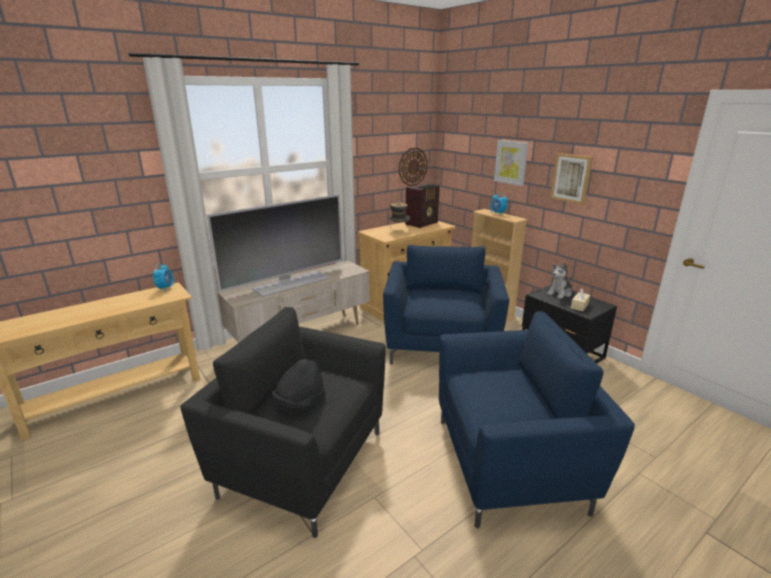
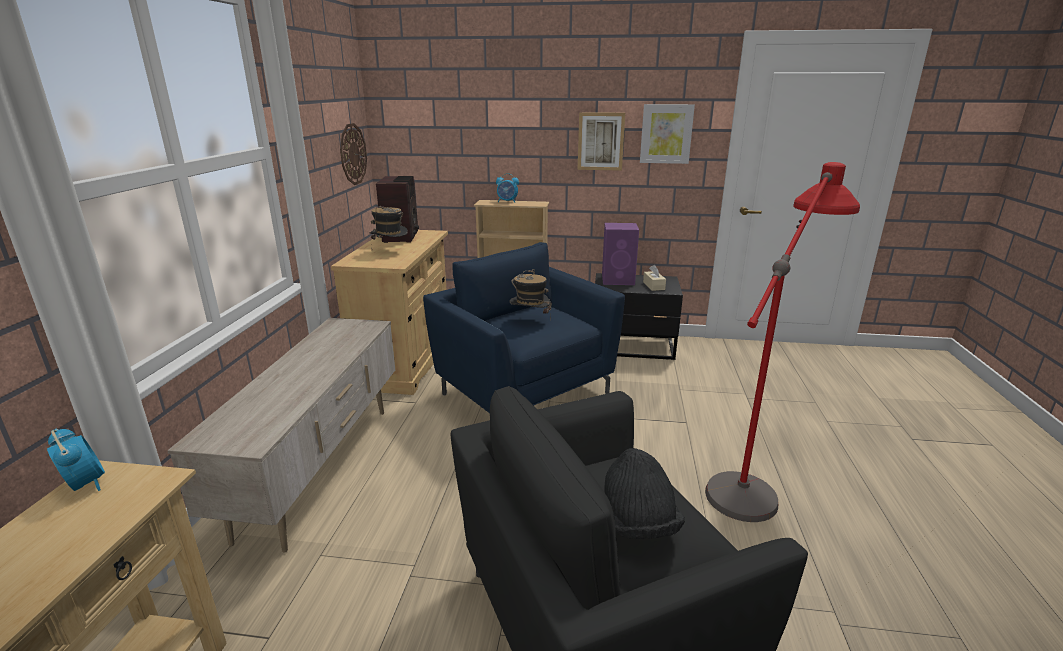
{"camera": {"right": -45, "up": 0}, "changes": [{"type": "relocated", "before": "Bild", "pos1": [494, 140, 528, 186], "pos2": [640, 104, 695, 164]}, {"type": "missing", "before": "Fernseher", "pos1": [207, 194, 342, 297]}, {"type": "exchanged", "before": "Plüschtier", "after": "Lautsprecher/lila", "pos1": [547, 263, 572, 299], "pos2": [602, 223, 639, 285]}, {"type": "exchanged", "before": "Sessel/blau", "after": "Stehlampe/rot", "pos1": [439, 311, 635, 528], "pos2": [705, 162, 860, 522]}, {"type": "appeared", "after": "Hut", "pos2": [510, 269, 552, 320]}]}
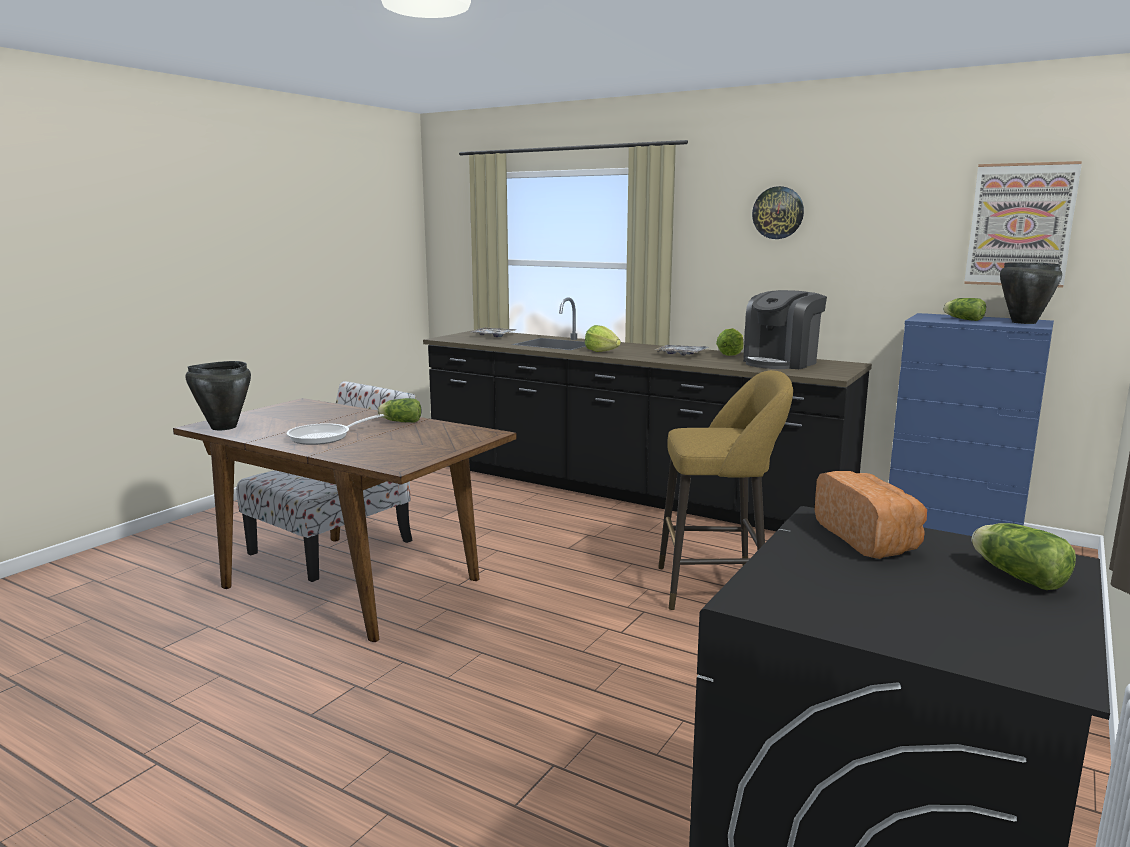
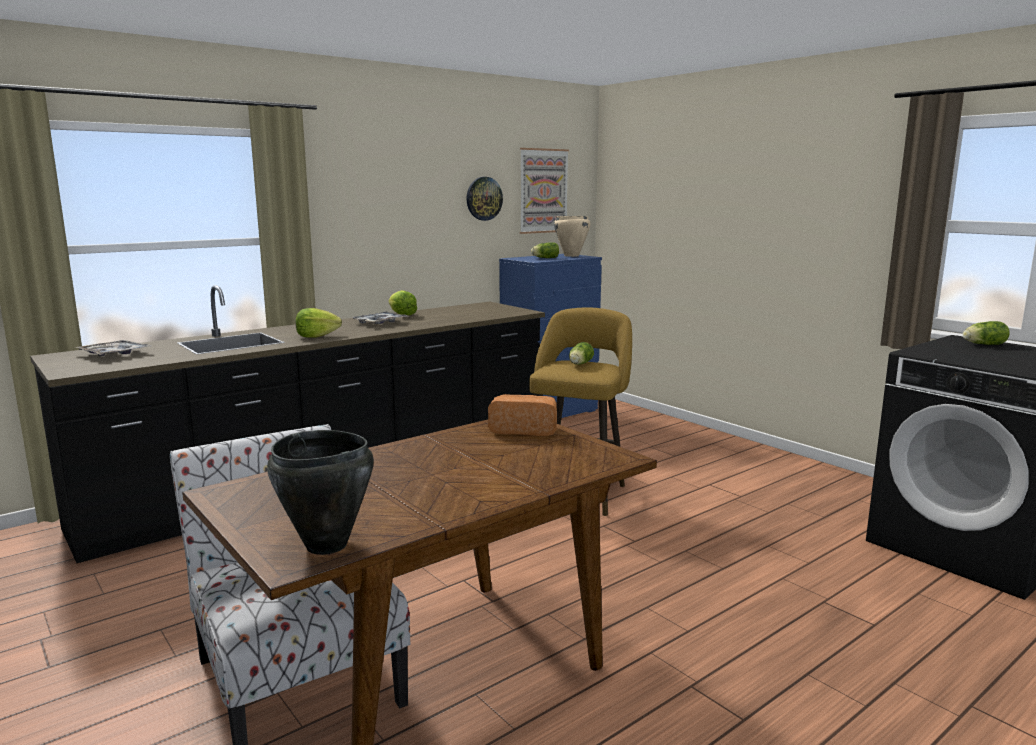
{"camera": {"right": -70, "up": 0}, "changes": [{"type": "relocated", "before": "Wanduhr", "pos1": [752, 186, 804, 239], "pos2": [467, 177, 503, 221]}, {"type": "colour", "before": "Kochtopf/schwarz", "after": "Kochtopf/beige", "pos1": [1000, 262, 1062, 324], "pos2": [554, 216, 591, 257]}, {"type": "missing", "before": "Kaffeemaschine", "pos1": [743, 290, 827, 369]}, {"type": "relocated", "before": "Salatkopf", "pos1": [377, 398, 421, 423], "pos2": [569, 342, 594, 365]}, {"type": "missing", "before": "Pfanne", "pos1": [287, 414, 384, 445]}, {"type": "relocated", "before": "Brot", "pos1": [815, 471, 927, 559], "pos2": [488, 394, 557, 436]}]}
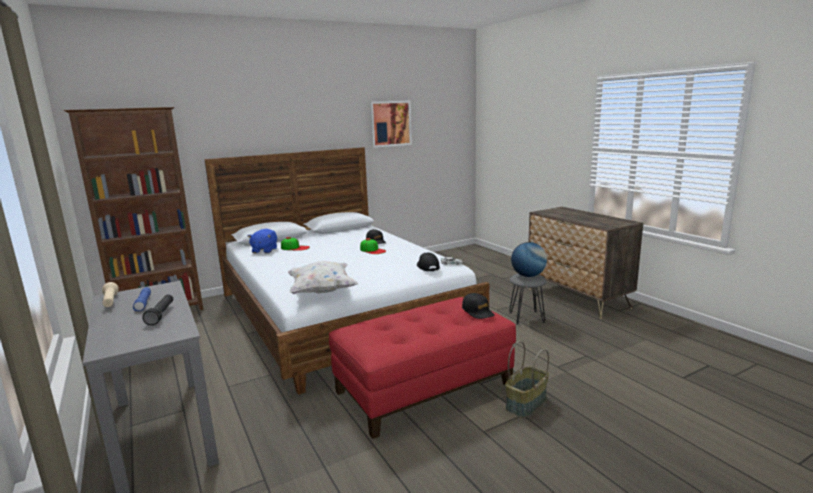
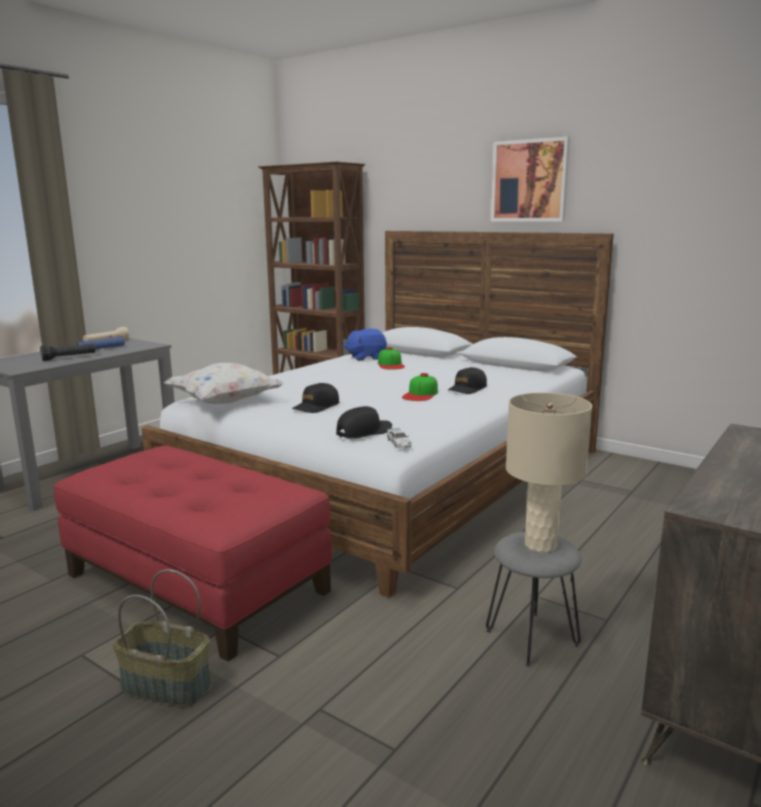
{"camera": {"right": 65, "up": 0}, "changes": [{"type": "relocated", "before": "Bild", "pos1": [370, 101, 412, 148], "pos2": [491, 136, 570, 222]}, {"type": "exchanged", "before": "Globus", "after": "Tischlampe/beige", "pos1": [511, 242, 547, 277], "pos2": [506, 393, 592, 553]}, {"type": "relocated", "before": "Kappe/schwarz", "pos1": [462, 293, 495, 319], "pos2": [292, 383, 339, 413]}]}
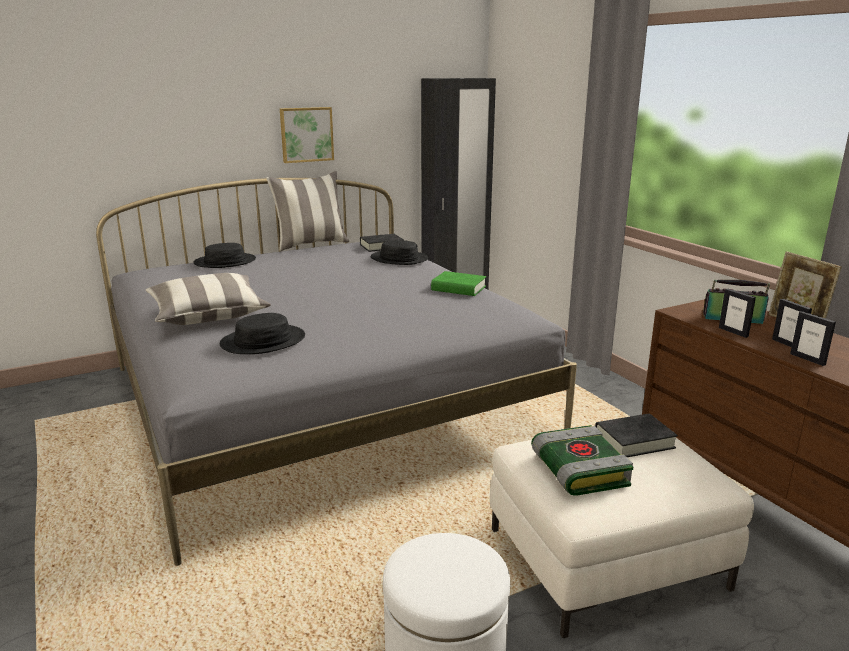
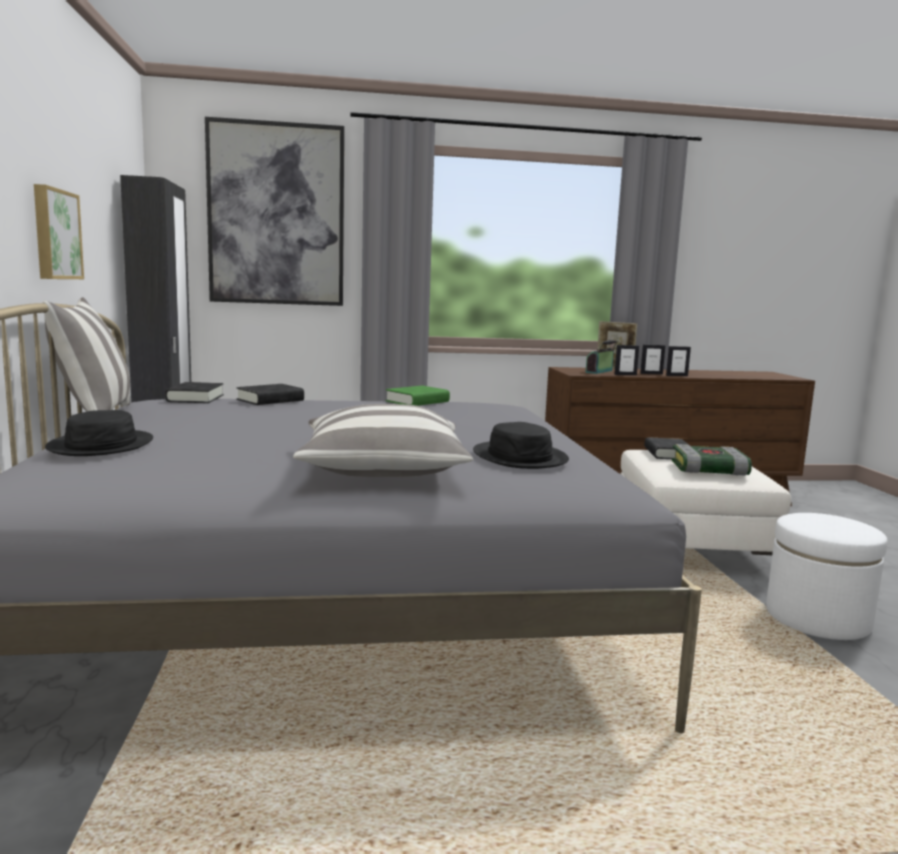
{"camera": {"right": -70, "up": -10}, "changes": [{"type": "exchanged", "before": "Hut/schwarz", "after": "Buch/schwarz", "pos1": [371, 240, 429, 265], "pos2": [236, 384, 304, 405]}, {"type": "appeared", "after": "Bild", "pos2": [205, 117, 344, 306]}]}
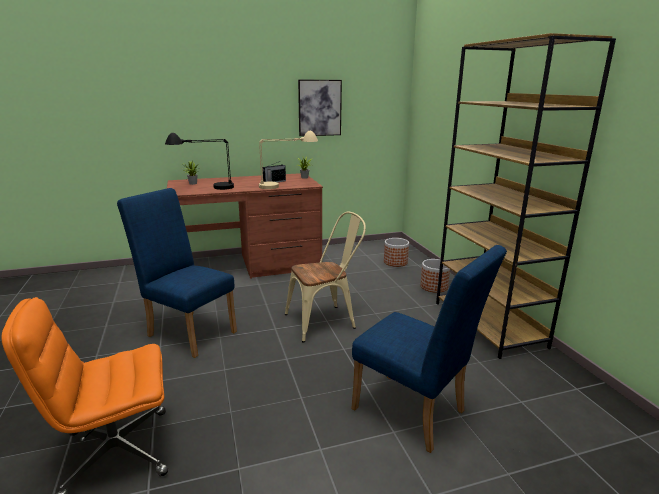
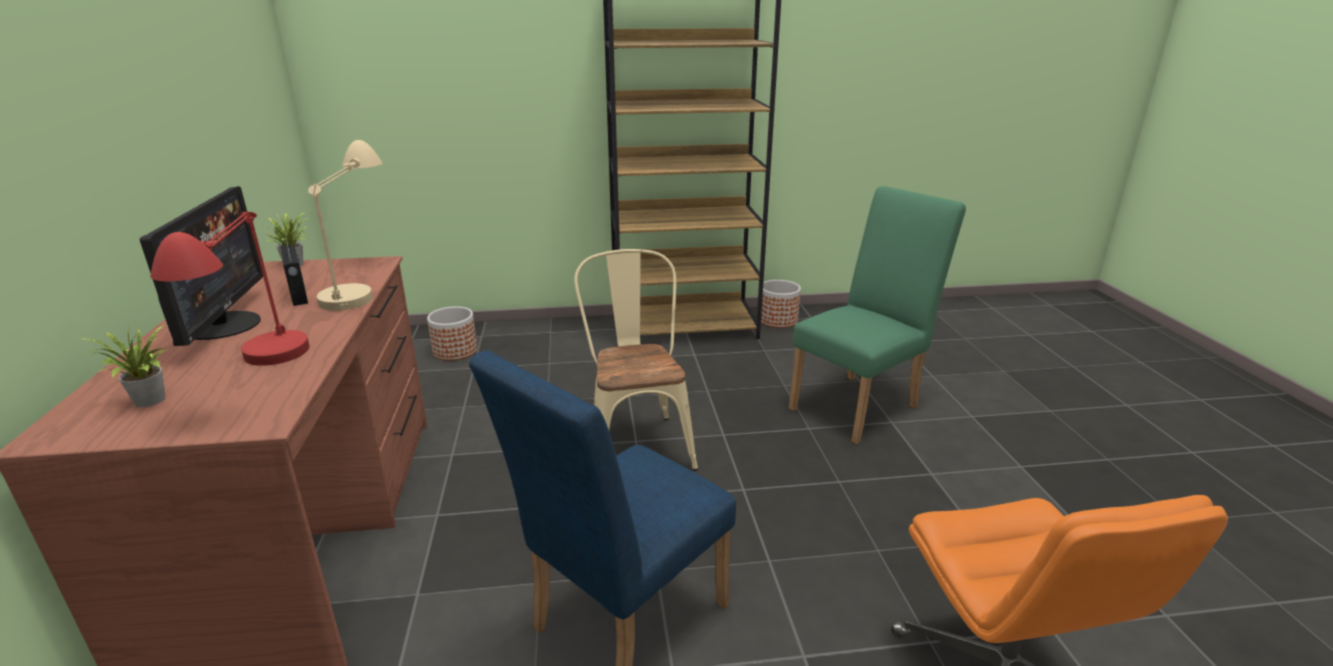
{"camera": {"right": -80, "up": 5}, "changes": [{"type": "missing", "before": "Bild", "pos1": [298, 80, 342, 136]}, {"type": "colour", "before": "Tischlampe/schwarz", "after": "Tischlampe/rot", "pos1": [165, 133, 234, 190], "pos2": [150, 211, 310, 366]}, {"type": "colour", "before": "Stuhl/blau", "after": "Stuhl/grün", "pos1": [351, 245, 507, 453], "pos2": [789, 186, 966, 444]}, {"type": "relocated", "before": "Pflanzkübel", "pos1": [420, 259, 450, 293], "pos2": [761, 280, 801, 328]}, {"type": "appeared", "after": "Monitor", "pos2": [140, 186, 263, 346]}]}
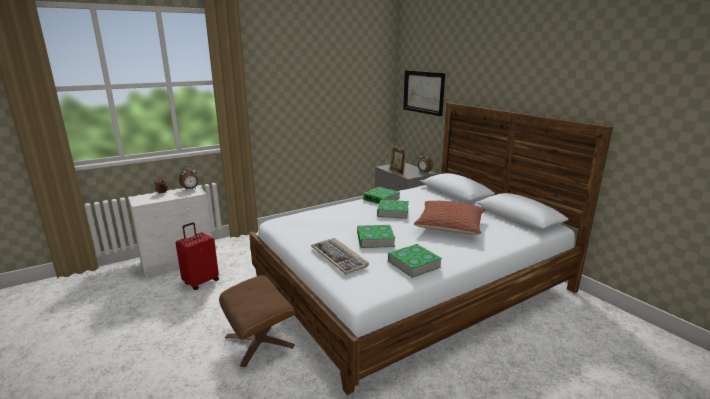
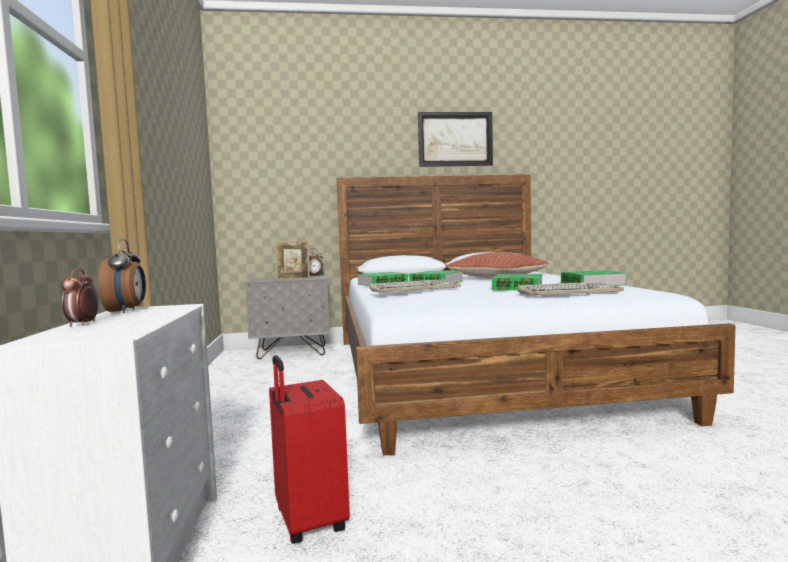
{"camera": {"right": -65, "up": -15}, "changes": [{"type": "relocated", "before": "Bild", "pos1": [403, 70, 445, 116], "pos2": [418, 112, 493, 167]}, {"type": "missing", "before": "Polsterhocker/braun", "pos1": [219, 275, 295, 367]}, {"type": "appeared", "after": "Tastatur", "pos2": [369, 279, 461, 293]}]}
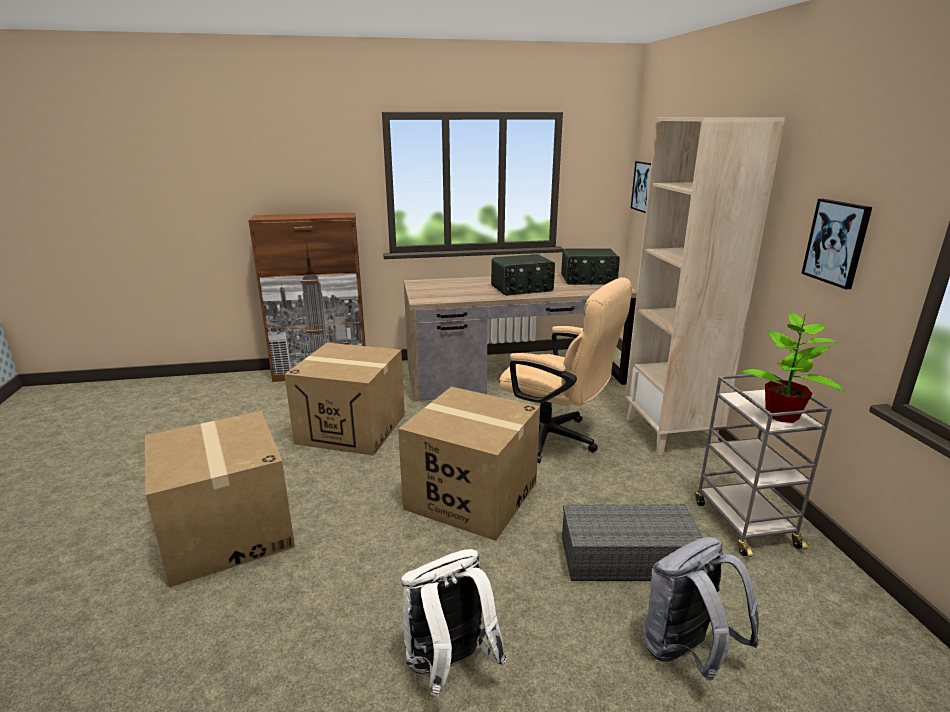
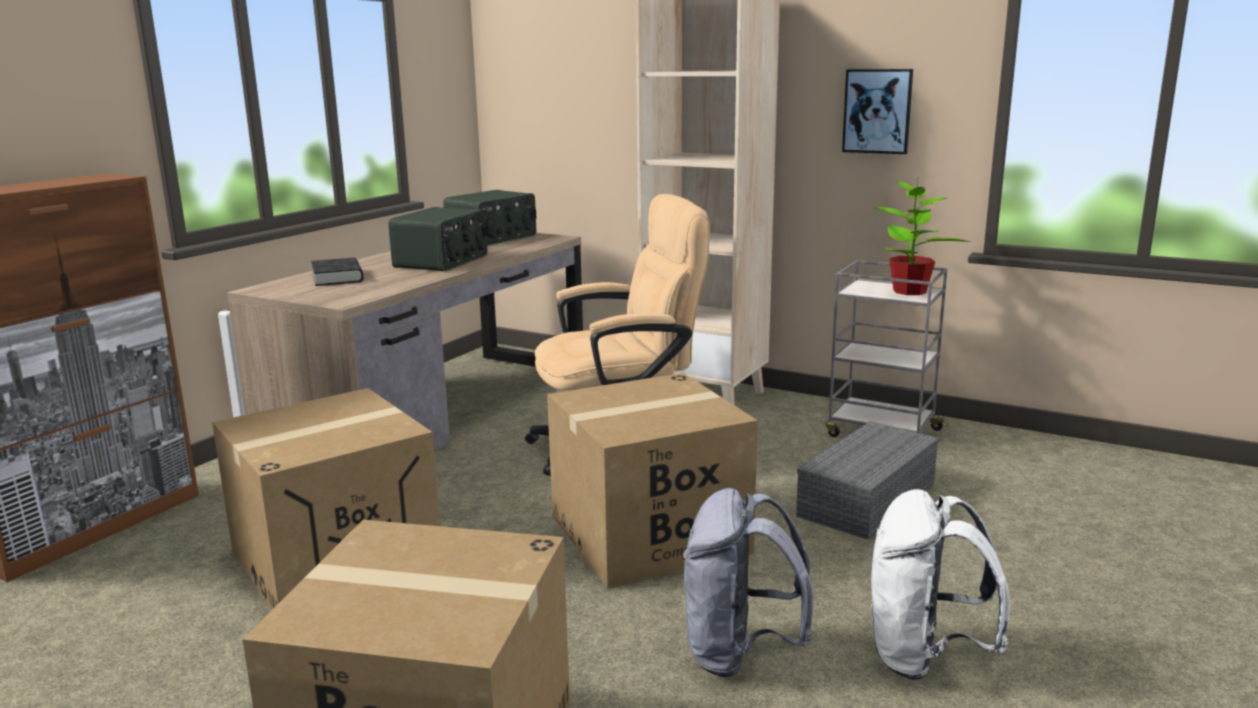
{"camera": {"right": -50, "up": -5}, "changes": [{"type": "missing", "before": "Bild", "pos1": [631, 161, 651, 213]}, {"type": "relocated", "before": "Rucksack/grau", "pos1": [643, 537, 759, 680], "pos2": [683, 488, 814, 678]}, {"type": "appeared", "after": "Buch/schwarz", "pos2": [311, 258, 363, 286]}]}
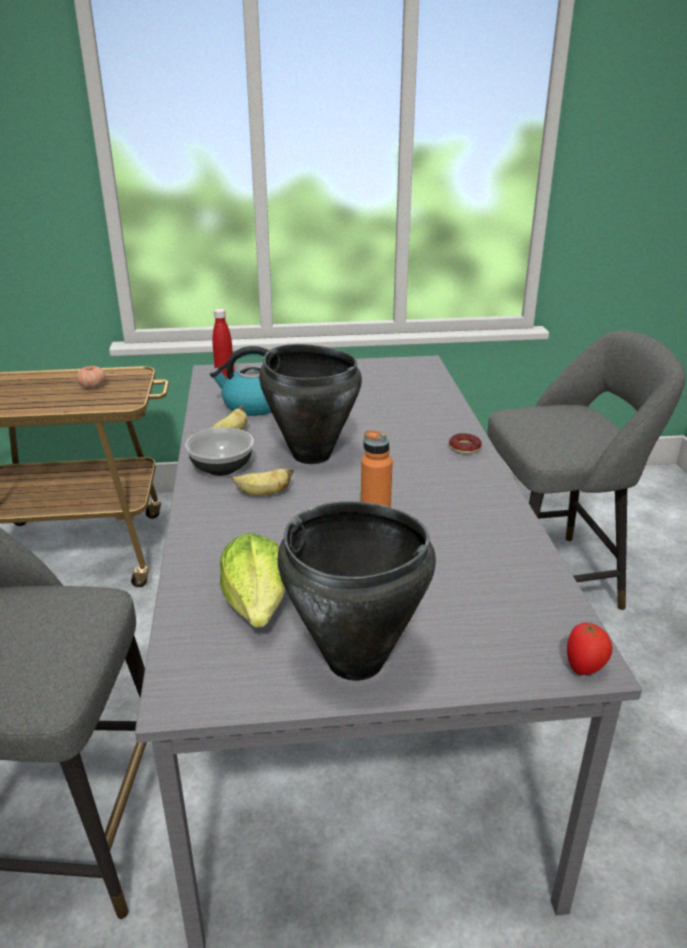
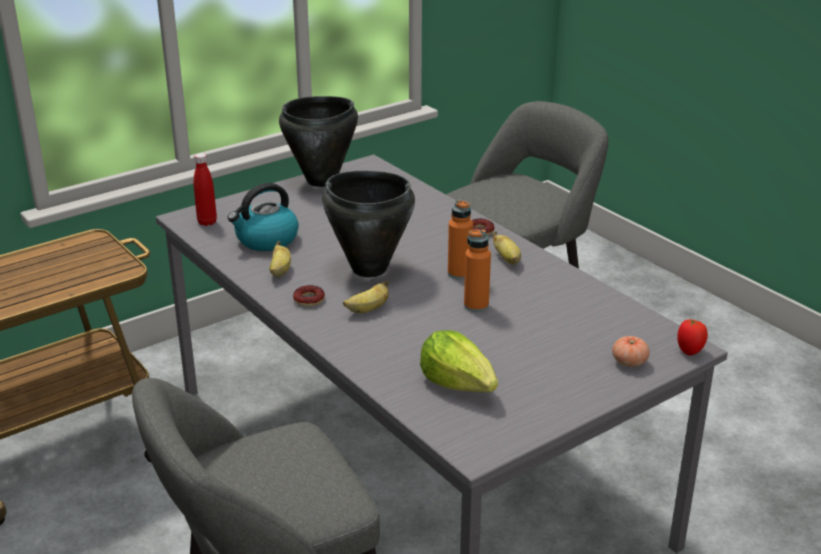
{"camera": {"right": -30, "up": 0}, "changes": [{"type": "relocated", "before": "Tomate", "pos1": [76, 366, 106, 388], "pos2": [612, 336, 650, 367]}, {"type": "exchanged", "before": "Schüssel", "after": "Donut", "pos1": [185, 427, 254, 476], "pos2": [293, 285, 325, 307]}, {"type": "relocated", "before": "Kochtopf/schwarz", "pos1": [277, 501, 436, 681], "pos2": [279, 96, 358, 187]}, {"type": "appeared", "after": "Flasche/orange", "pos2": [448, 200, 473, 279]}, {"type": "appeared", "after": "Banane", "pos2": [493, 231, 521, 265]}]}
